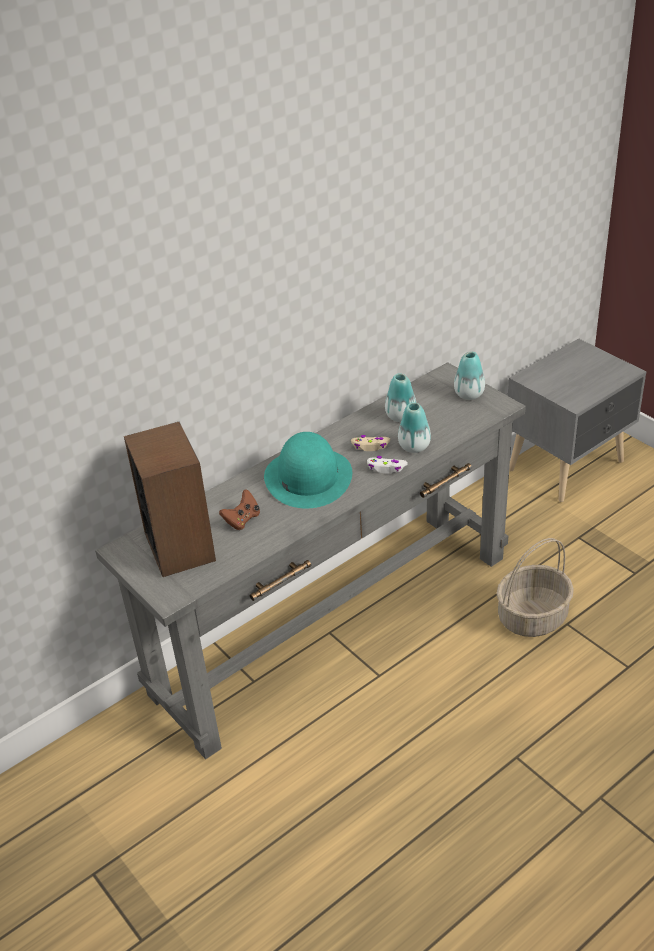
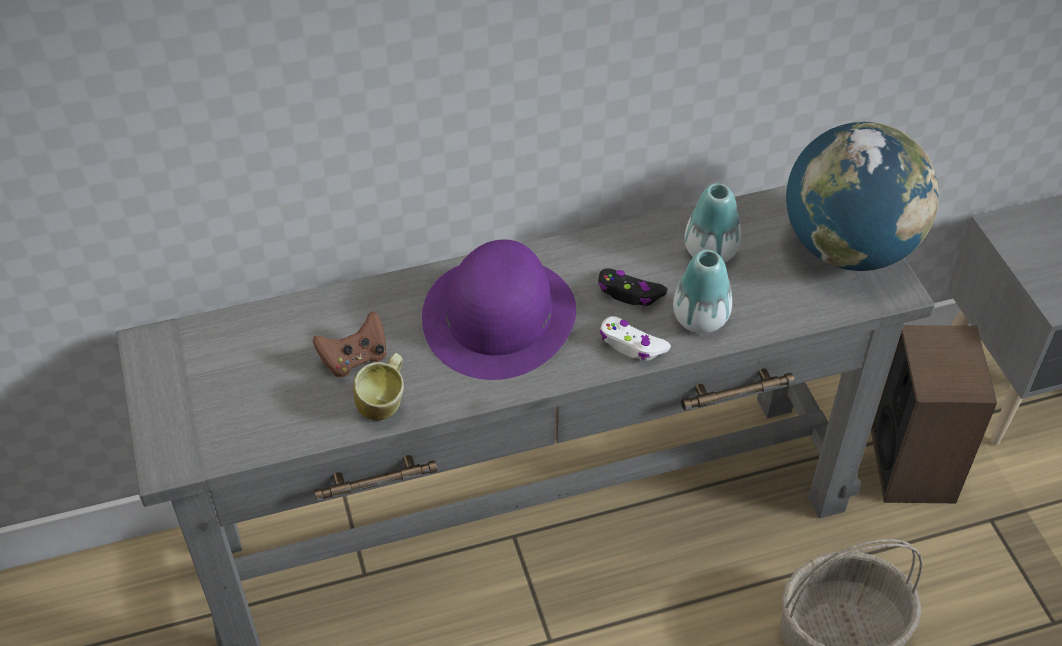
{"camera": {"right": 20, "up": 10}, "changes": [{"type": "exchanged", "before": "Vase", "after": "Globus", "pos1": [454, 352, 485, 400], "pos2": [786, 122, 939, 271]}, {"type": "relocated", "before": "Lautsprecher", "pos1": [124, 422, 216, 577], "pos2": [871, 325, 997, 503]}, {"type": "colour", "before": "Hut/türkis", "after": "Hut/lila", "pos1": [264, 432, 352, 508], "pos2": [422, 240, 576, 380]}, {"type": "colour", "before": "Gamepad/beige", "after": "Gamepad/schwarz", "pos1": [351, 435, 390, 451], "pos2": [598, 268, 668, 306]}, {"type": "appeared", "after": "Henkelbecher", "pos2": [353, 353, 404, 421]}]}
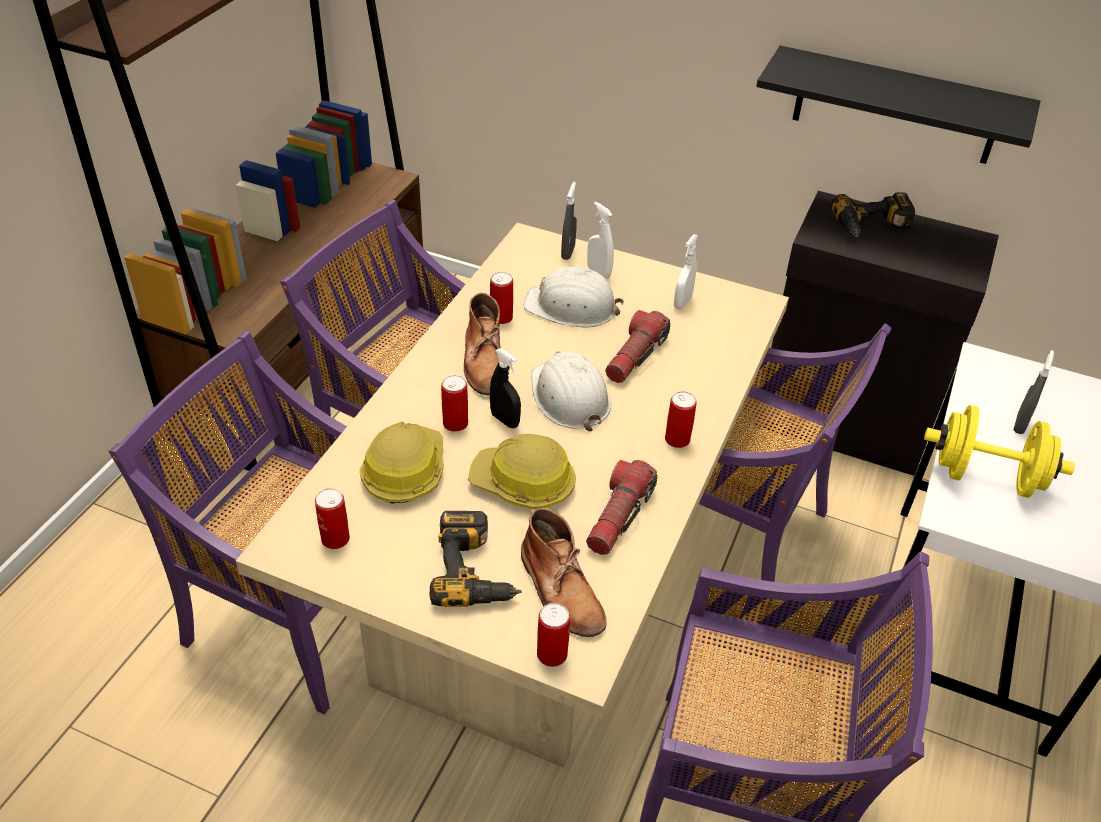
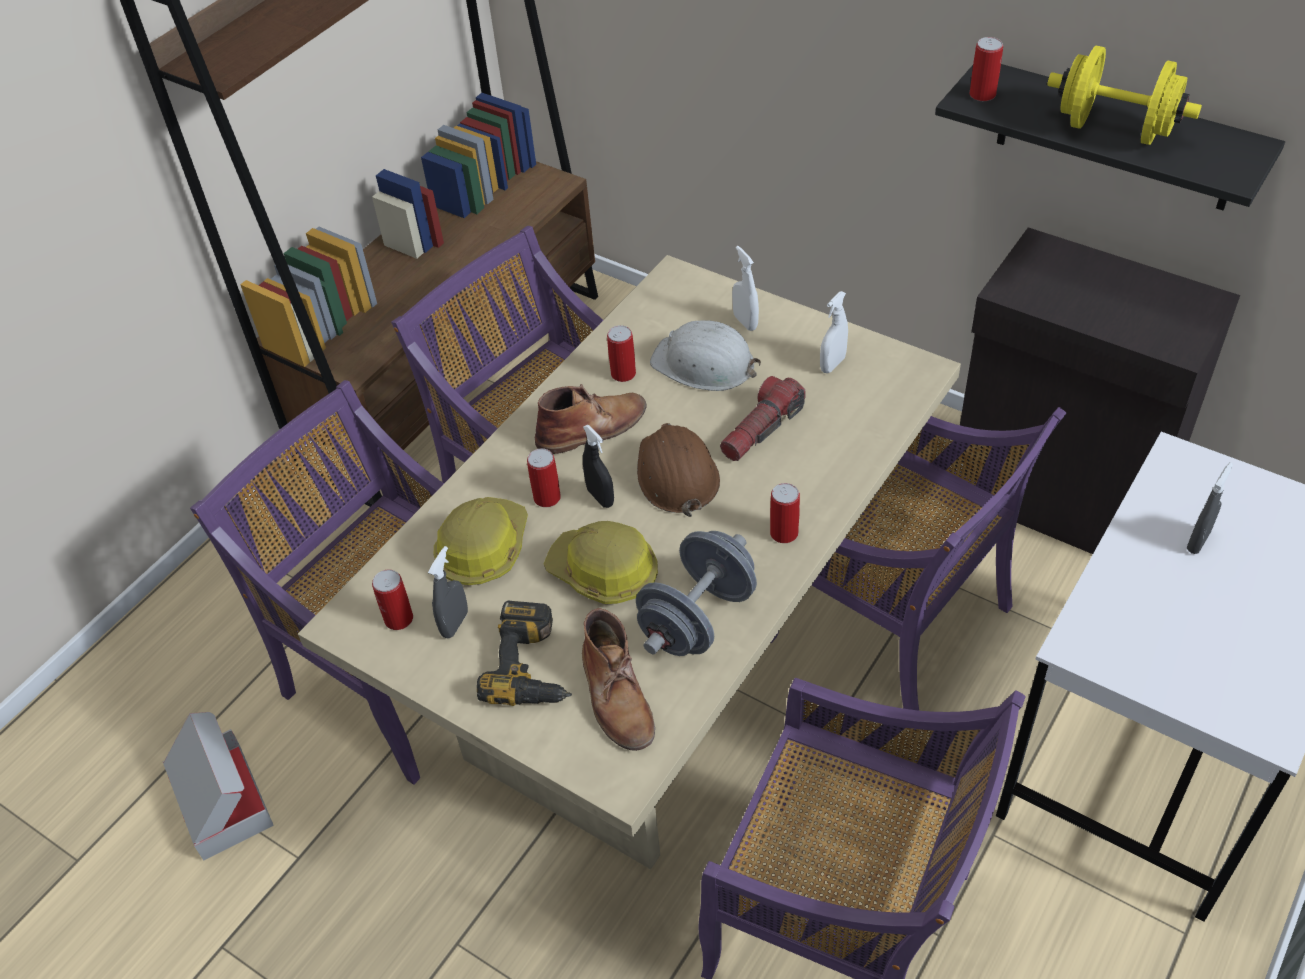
{"camera": {"right": 15, "up": 5}, "changes": [{"type": "relocated", "before": "Sprühflasche/grau", "pos1": [561, 182, 577, 260], "pos2": [428, 546, 468, 638]}, {"type": "missing", "before": "Bohrmaschine", "pos1": [832, 192, 915, 238]}, {"type": "spun", "before": "Stiefel/braun", "pos1": [464, 293, 501, 396], "pos2": [535, 384, 646, 454], "turn": -120}, {"type": "colour", "before": "Schutzhelm/weiß", "after": "Schutzhelm/braun", "pos1": [531, 351, 611, 431], "pos2": [637, 423, 720, 517]}, {"type": "relocated", "before": "Hantel/gelb", "pos1": [924, 405, 1075, 498], "pos2": [1047, 46, 1202, 145]}, {"type": "exchanged", "before": "Taschenlampe", "after": "Hantel/grau", "pos1": [586, 460, 658, 555], "pos2": [636, 531, 757, 656]}, {"type": "relocated", "before": "Dose", "pos1": [537, 603, 570, 667], "pos2": [970, 37, 1003, 101]}, {"type": "appeared", "after": "Karton", "pos2": [163, 712, 274, 860]}]}
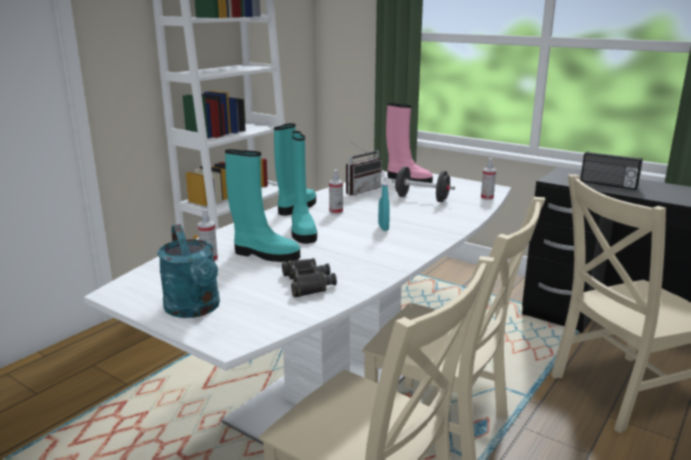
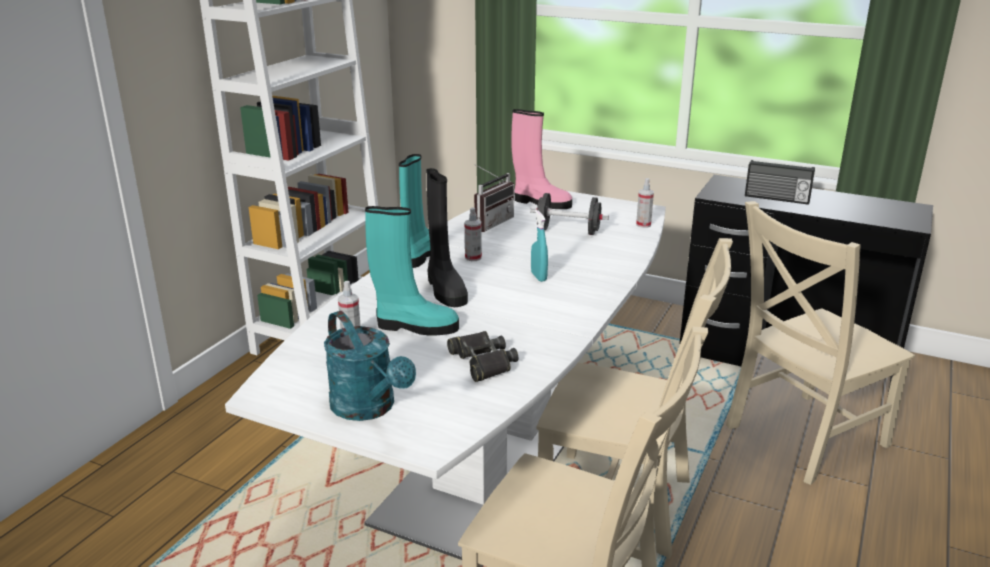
{"camera": {"right": -10, "up": 5}, "changes": [{"type": "colour", "before": "Stiefel/türkis", "after": "Stiefel/schwarz", "pos1": [291, 131, 317, 244], "pos2": [426, 168, 468, 307]}]}
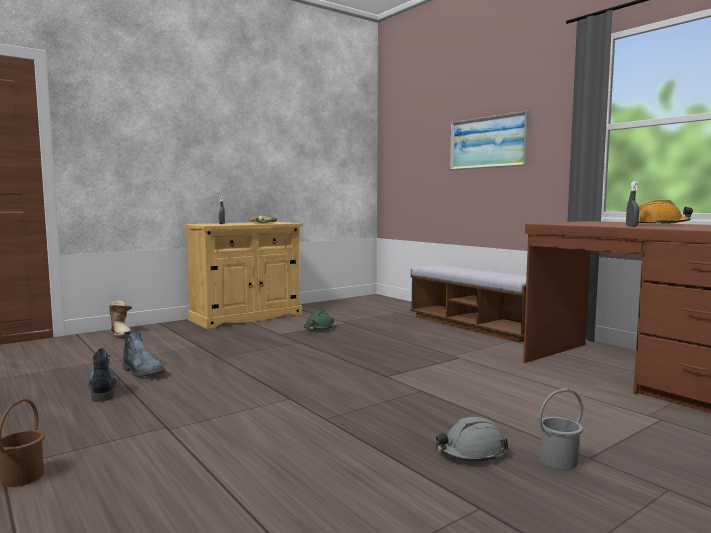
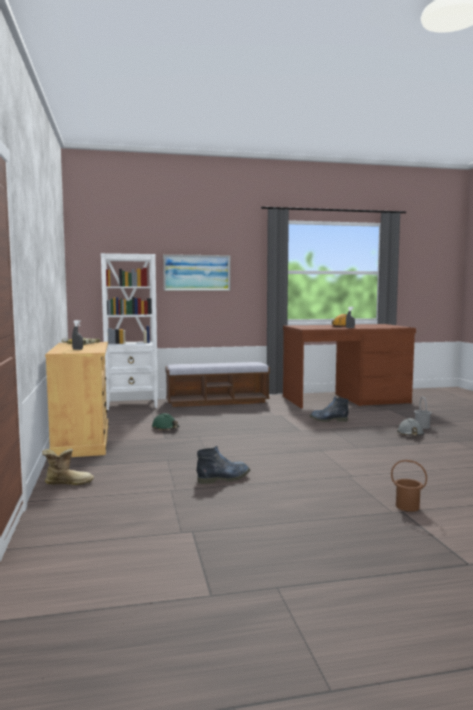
{"camera": {"right": -65, "up": 0}, "changes": [{"type": "relocated", "before": "Stiefel", "pos1": [88, 348, 117, 402], "pos2": [310, 397, 349, 422]}, {"type": "appeared", "after": "Bücherregal/weiß", "pos2": [101, 253, 158, 410]}]}
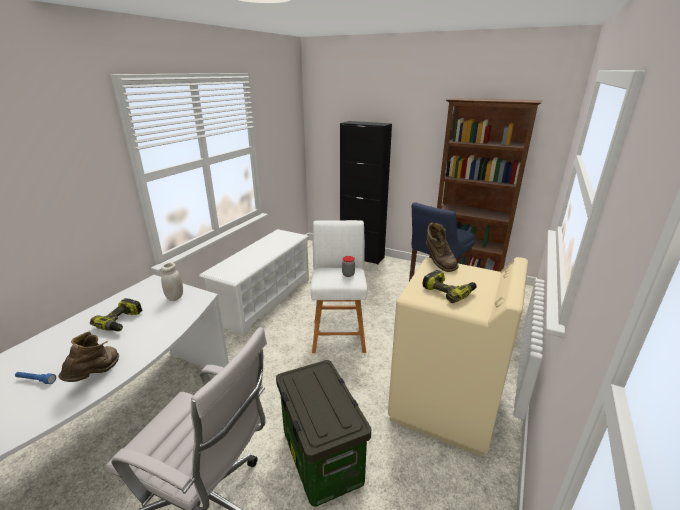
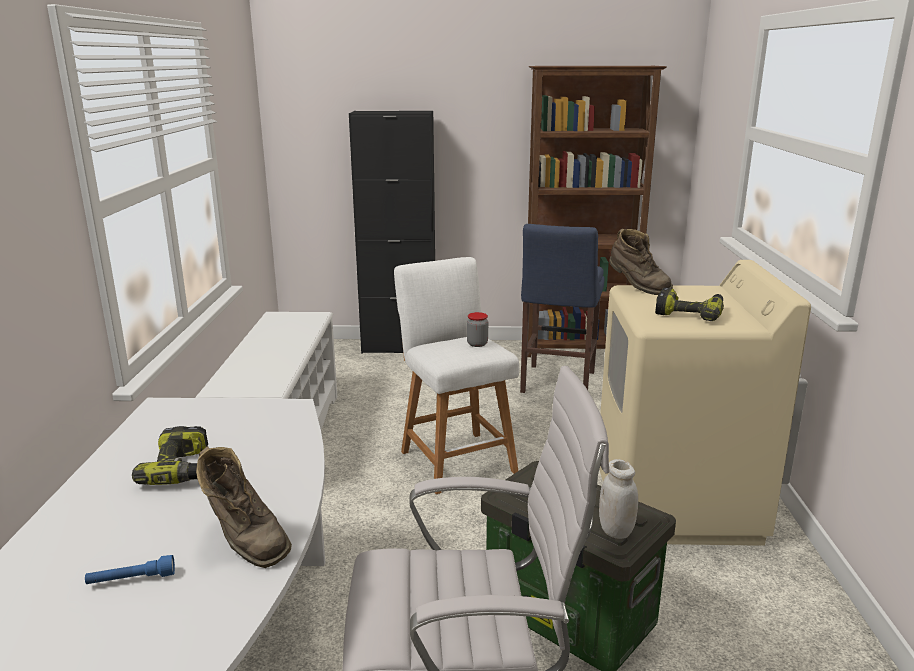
{"camera": {"right": -25, "up": -5}, "changes": [{"type": "relocated", "before": "Vorratsglas/weiß", "pos1": [161, 263, 183, 301], "pos2": [599, 459, 638, 539]}, {"type": "spun", "before": "Stiefel/braun", "pos1": [58, 332, 119, 382], "pos2": [196, 446, 292, 568], "turn": 150}]}
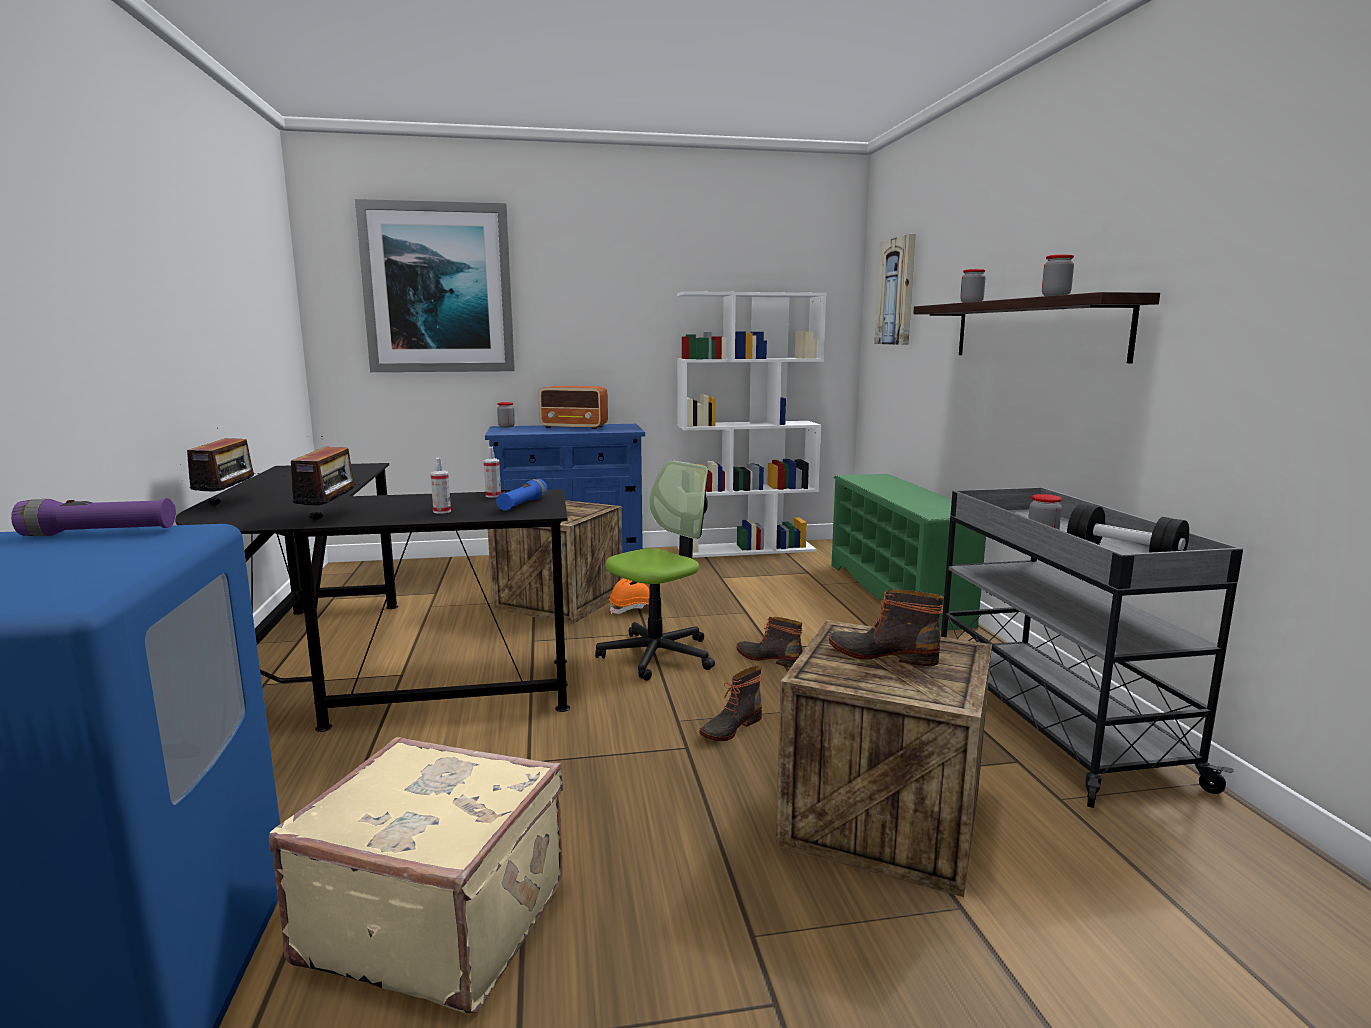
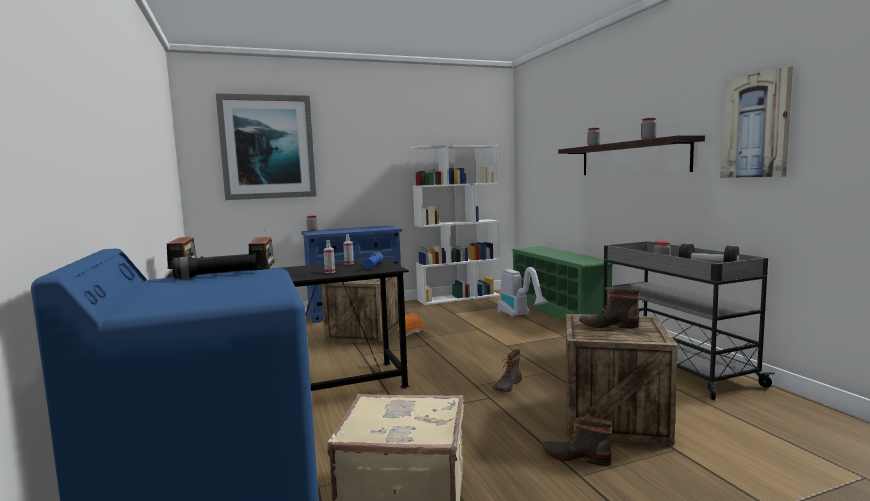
{"camera": {"right": -10, "up": -5}, "changes": [{"type": "relocated", "before": "Bild", "pos1": [874, 234, 916, 345], "pos2": [720, 66, 793, 178]}, {"type": "missing", "before": "Radio", "pos1": [538, 386, 608, 429]}, {"type": "missing", "before": "Bürostuhl", "pos1": [595, 460, 715, 681]}, {"type": "colour", "before": "Taschenlampe/lila", "after": "Taschenlampe/schwarz", "pos1": [11, 498, 176, 536], "pos2": [172, 253, 257, 279]}, {"type": "relocated", "before": "Stiefel", "pos1": [736, 617, 803, 667], "pos2": [543, 417, 612, 466]}, {"type": "appeared", "after": "Staubsauger", "pos2": [497, 267, 549, 317]}]}
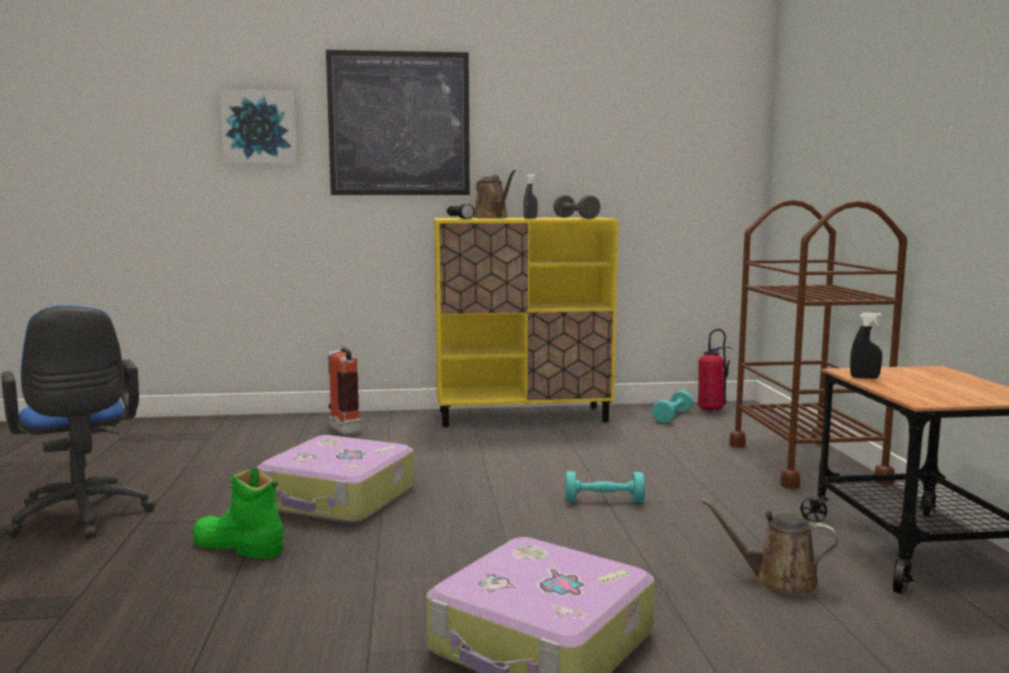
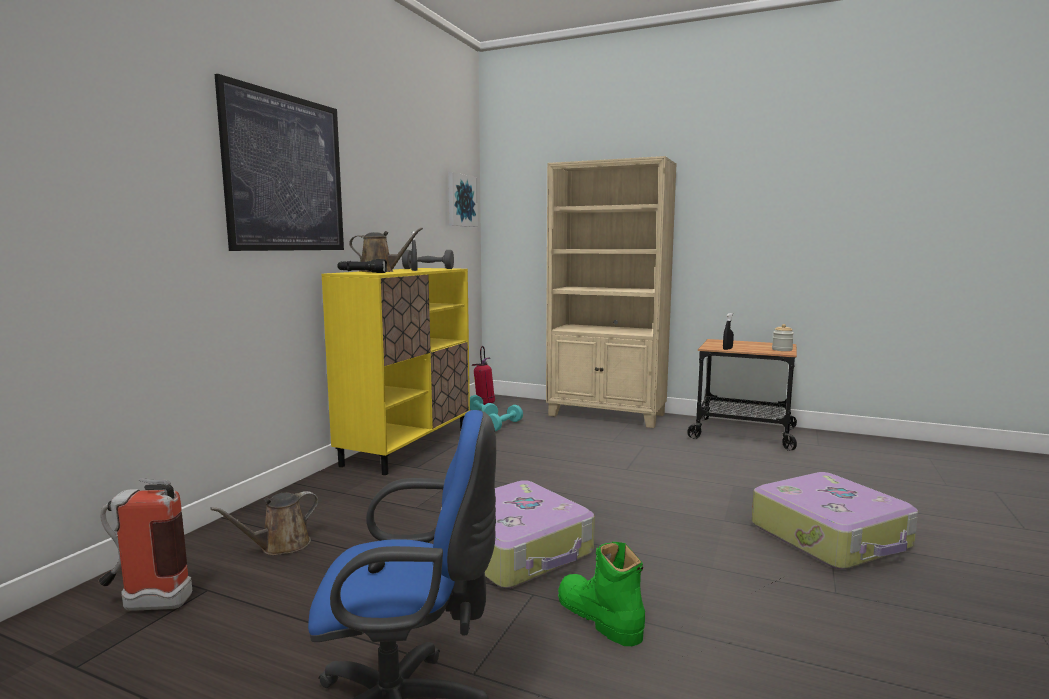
{"camera": {"right": -60, "up": 0}, "changes": [{"type": "relocated", "before": "Bild", "pos1": [219, 89, 298, 164], "pos2": [448, 172, 478, 227]}, {"type": "exchanged", "before": "Rollwagen/braun", "after": "Bücherregal/beige", "pos1": [729, 200, 907, 489], "pos2": [546, 156, 677, 428]}, {"type": "relocated", "before": "Feuerlöscher", "pos1": [328, 343, 361, 435], "pos2": [99, 478, 192, 611]}, {"type": "spun", "before": "Stiefel/grün", "pos1": [192, 469, 284, 559], "pos2": [558, 542, 645, 646], "turn": 90}, {"type": "relocated", "before": "Hantel/türkis", "pos1": [565, 471, 645, 503], "pos2": [489, 405, 523, 432]}, {"type": "relocated", "before": "Gießkanne/braun", "pos1": [701, 498, 838, 595], "pos2": [210, 491, 318, 555]}, {"type": "appeared", "after": "Vorratsglas", "pos2": [772, 324, 794, 351]}]}
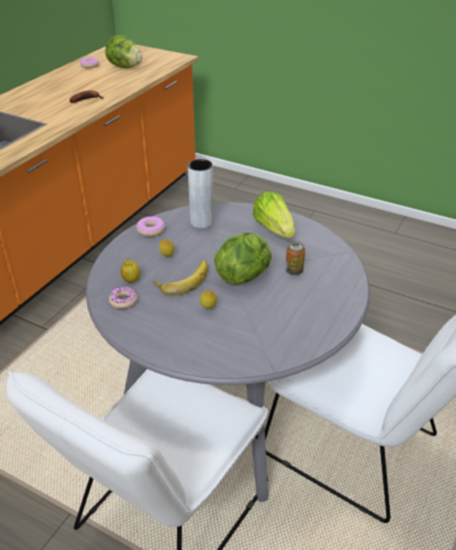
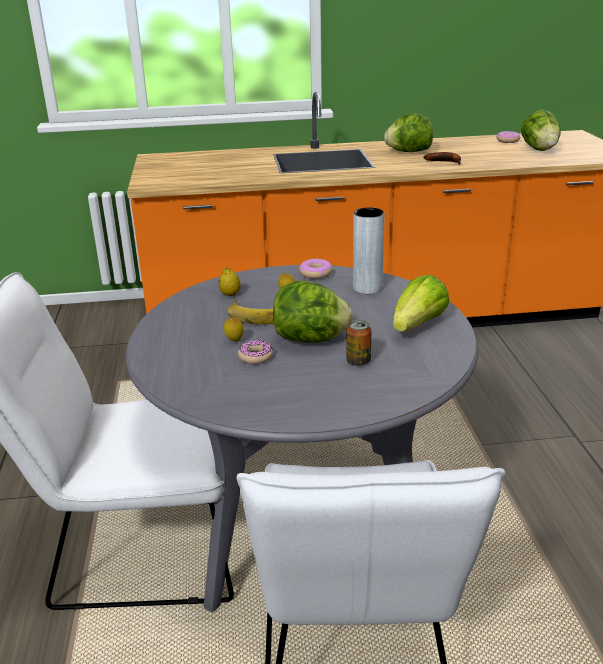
{"camera": {"right": 55, "up": -10}, "changes": [{"type": "relocated", "before": "Donut", "pos1": [109, 287, 137, 309], "pos2": [238, 340, 273, 364]}, {"type": "appeared", "after": "Salatkopf", "pos2": [384, 114, 433, 152]}]}
